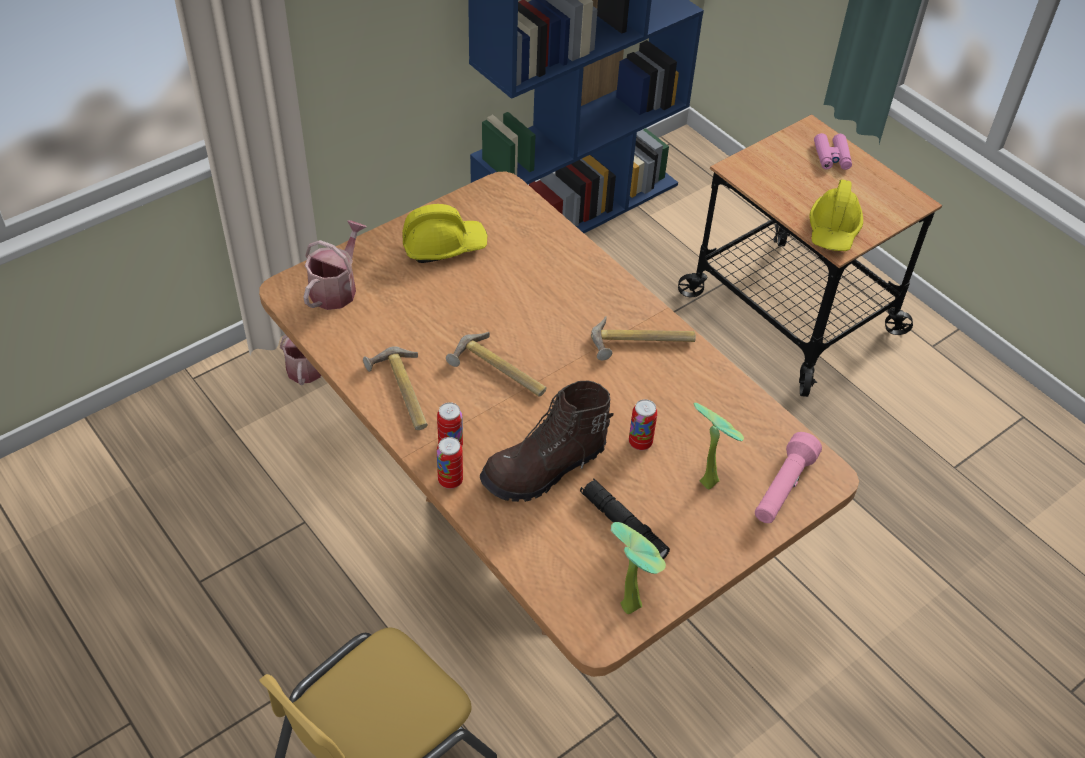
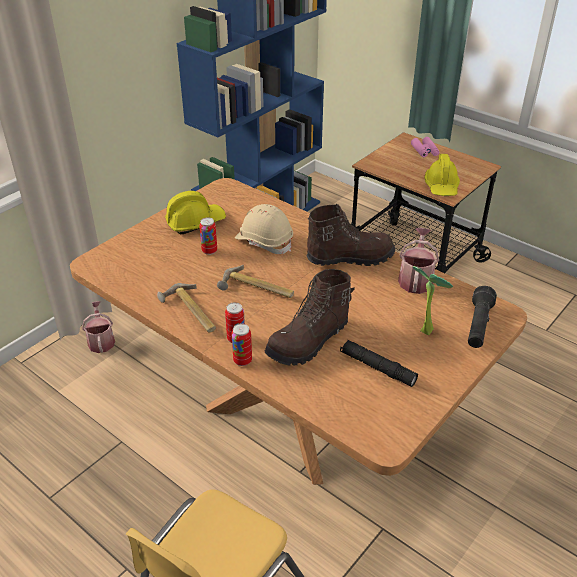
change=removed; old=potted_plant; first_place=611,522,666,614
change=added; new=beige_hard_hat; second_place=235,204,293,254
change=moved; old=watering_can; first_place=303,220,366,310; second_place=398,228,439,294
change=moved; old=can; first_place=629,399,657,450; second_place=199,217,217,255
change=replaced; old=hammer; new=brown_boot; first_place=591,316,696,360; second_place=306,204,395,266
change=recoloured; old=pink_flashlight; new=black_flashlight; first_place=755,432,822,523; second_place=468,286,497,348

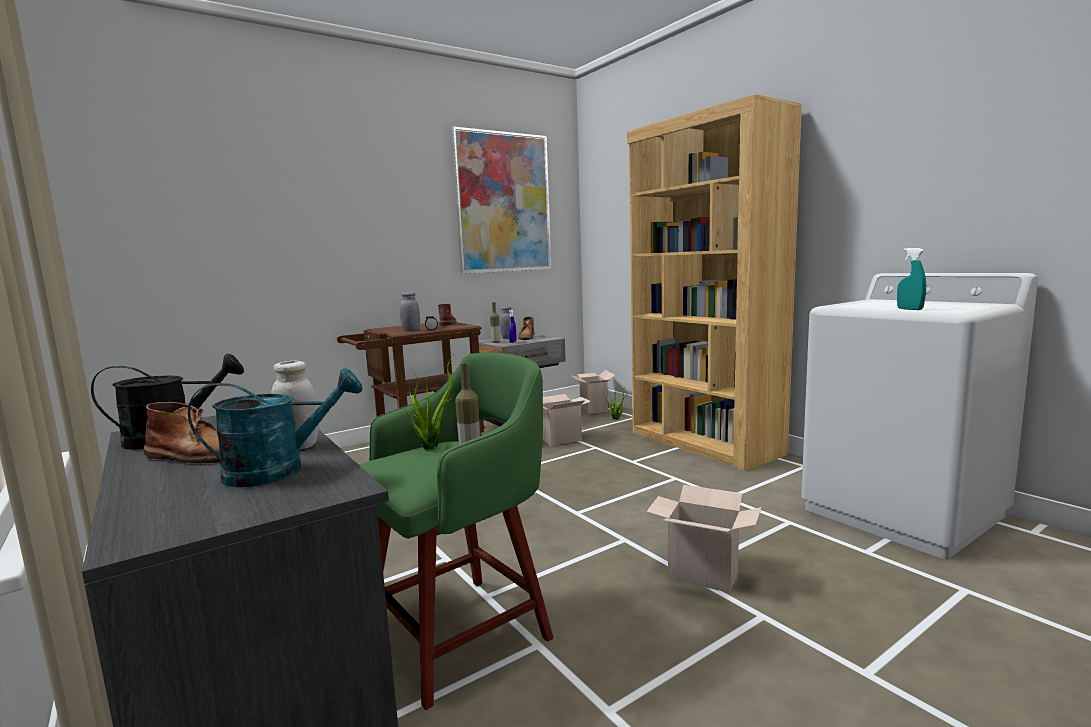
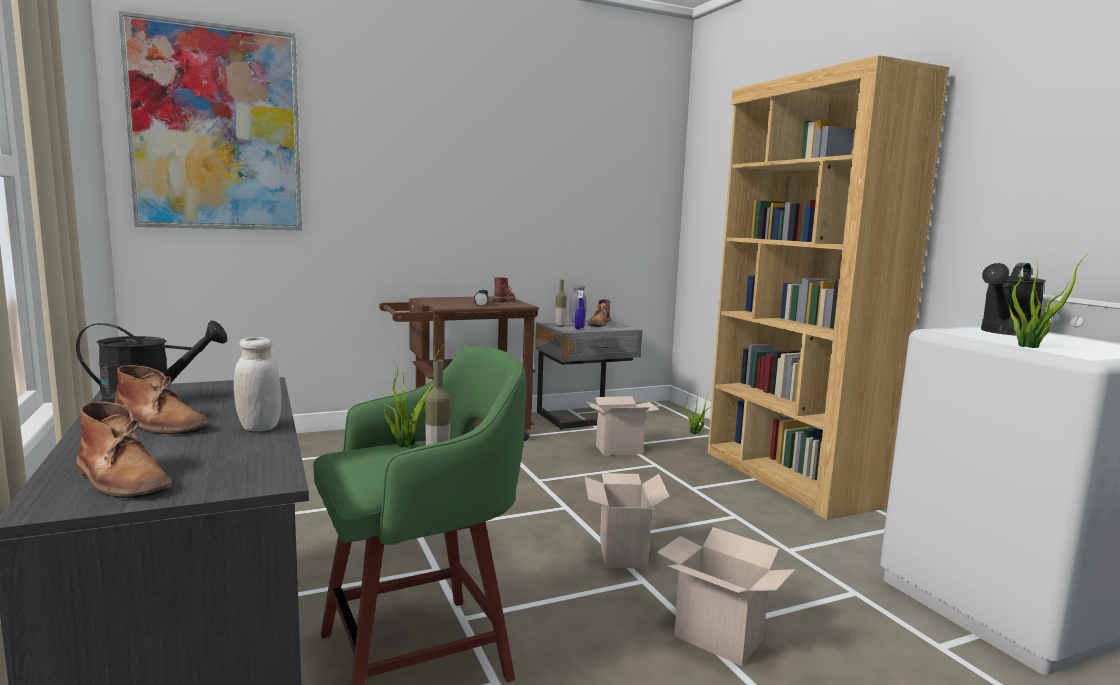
change=removed; old=turquoise_watering_can; first_place=188,368,363,487
change=removed; old=grey_jar; first_place=400,292,420,331
change=added; new=brown_boot; second_place=76,401,172,499
change=added; new=black_watering_can; second_place=981,263,1046,336
change=moved; old=picture; first_place=451,126,551,274; second_place=118,11,302,230
change=moved; old=cardboard_box; first_place=571,370,615,414; second_place=585,473,670,569
change=replaced; old=turquoise_spray_bottle; new=potted_plant; first_place=897,248,926,310; second_place=1009,253,1089,348

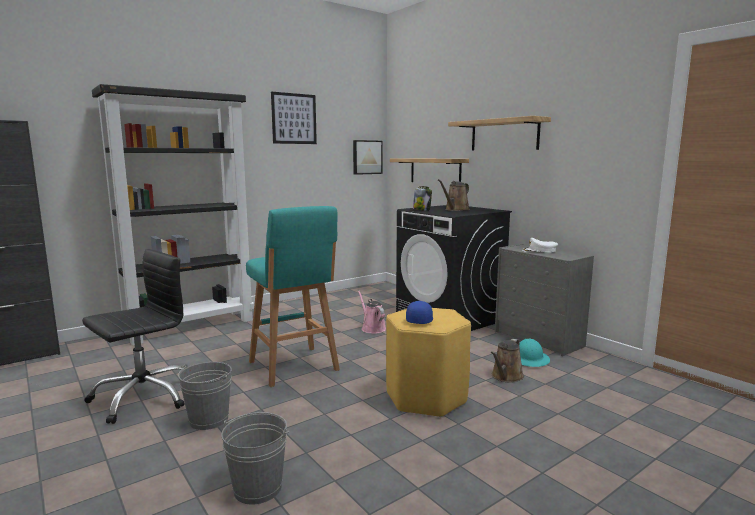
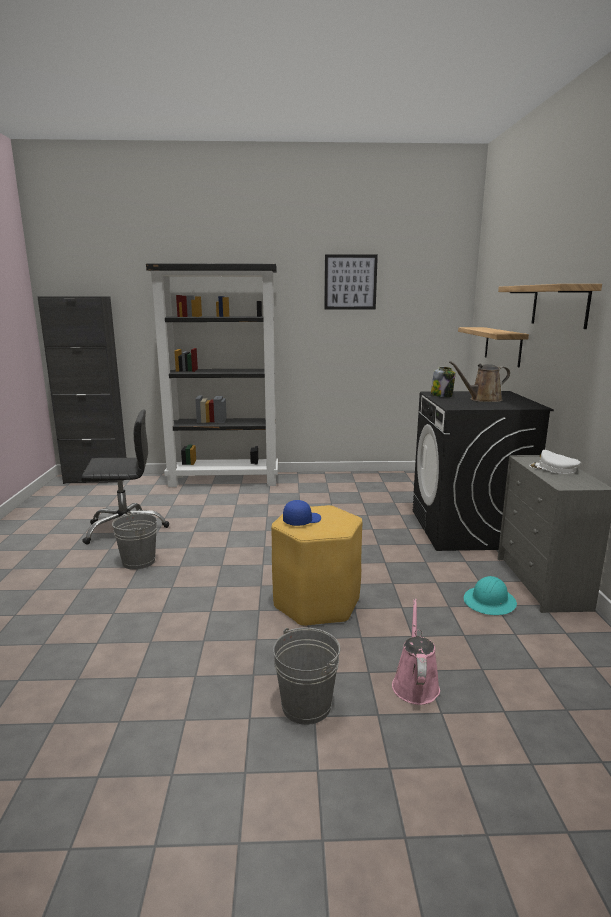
change=removed; old=turquoise_stool; first_place=246,206,340,387
change=removed; old=picture; first_place=353,140,383,175
change=removed; old=brown_watering_can; first_place=491,339,524,383
change=moved; old=grey_bucket; first_place=221,412,290,504; second_place=273,628,340,725
change=moved; old=pink_watering_can; first_place=358,290,386,333; second_place=392,598,440,705

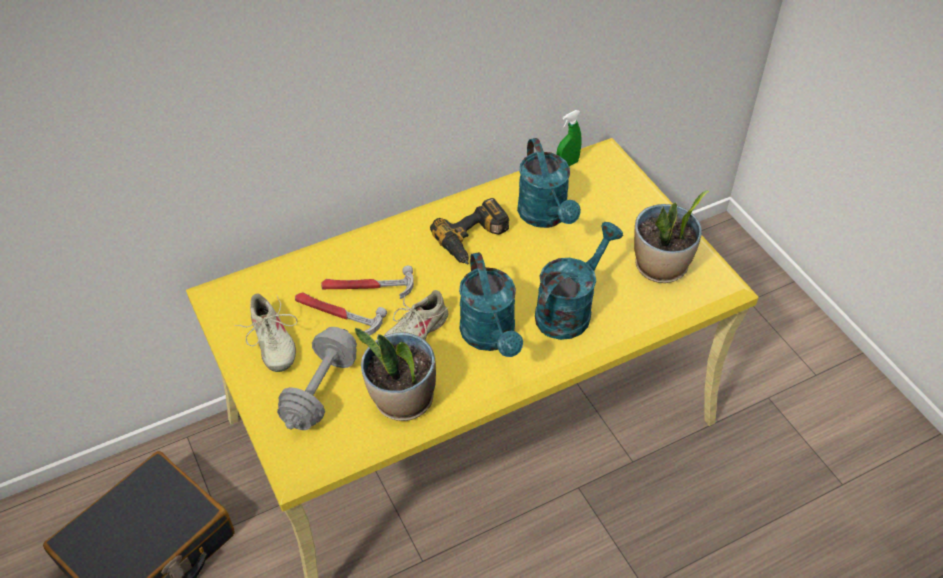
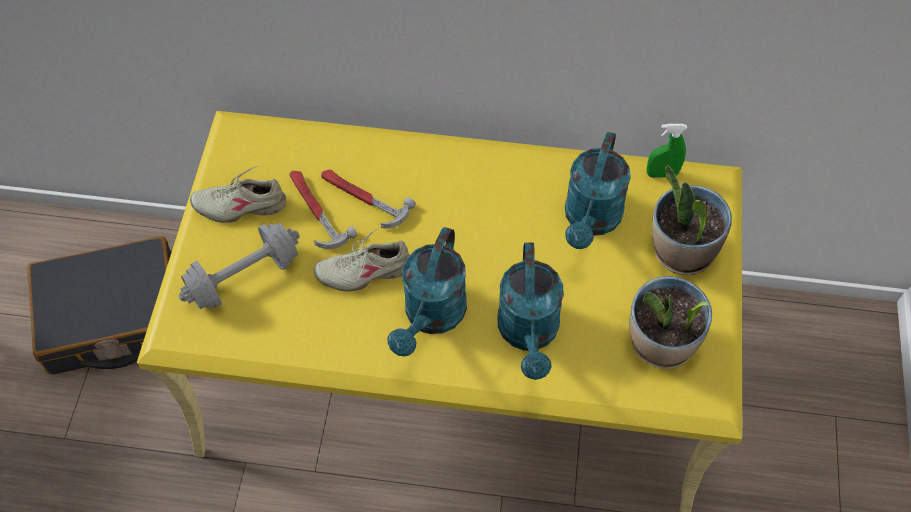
change=removed; old=power_drill; first_place=430,198,509,264
change=moved; old=potted_plant; first_place=355,328,436,421; second_place=652,165,732,275
change=turned; old=beige_shoe; first_place=234,293,297,372; second_place=190,166,287,222; degrees=75
change=turned; old=turquoise_watering_can; first_place=535,222,623,340; second_place=497,242,564,380; degrees=105

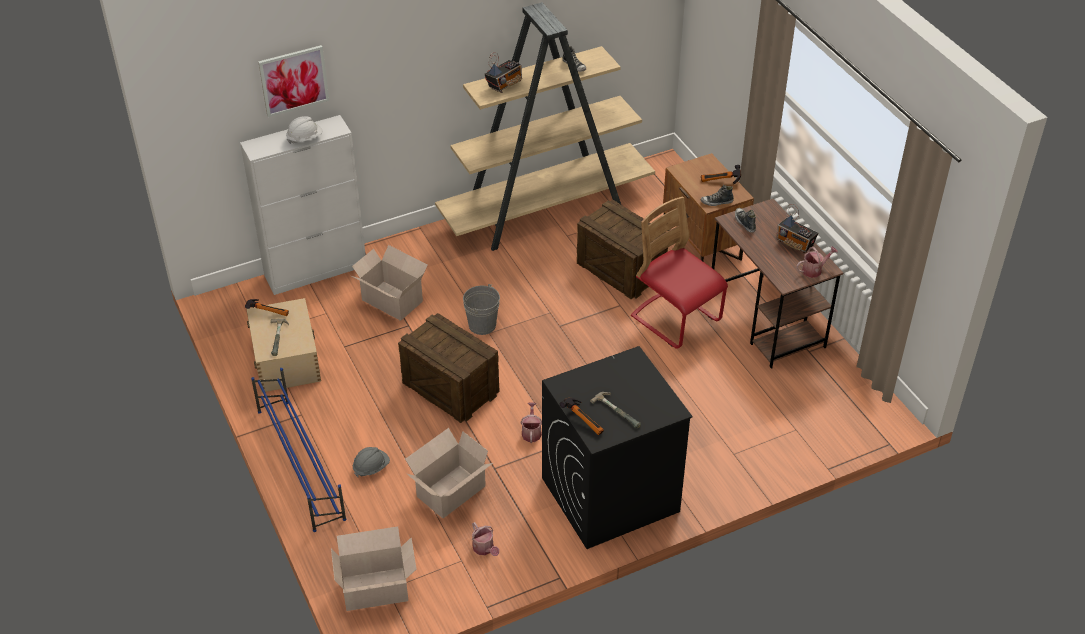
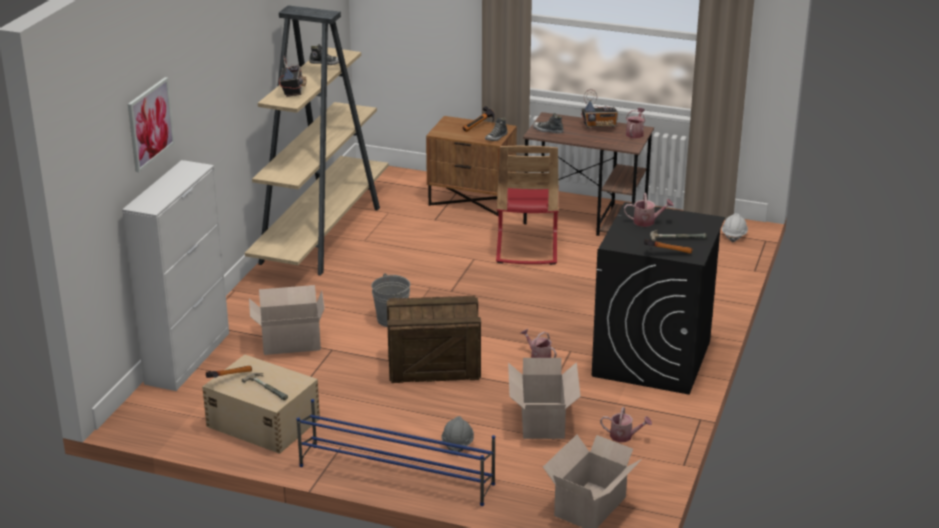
change=removed; old=crate; first_place=577,200,668,299
change=added; new=watering_can; second_place=624,193,674,227
change=moved; old=white_hard_hat; first_place=286,116,323,144; second_place=722,213,748,242
change=turned; old=red_chair; first_place=631,197,728,349; second_place=496,146,559,265; degrees=-90

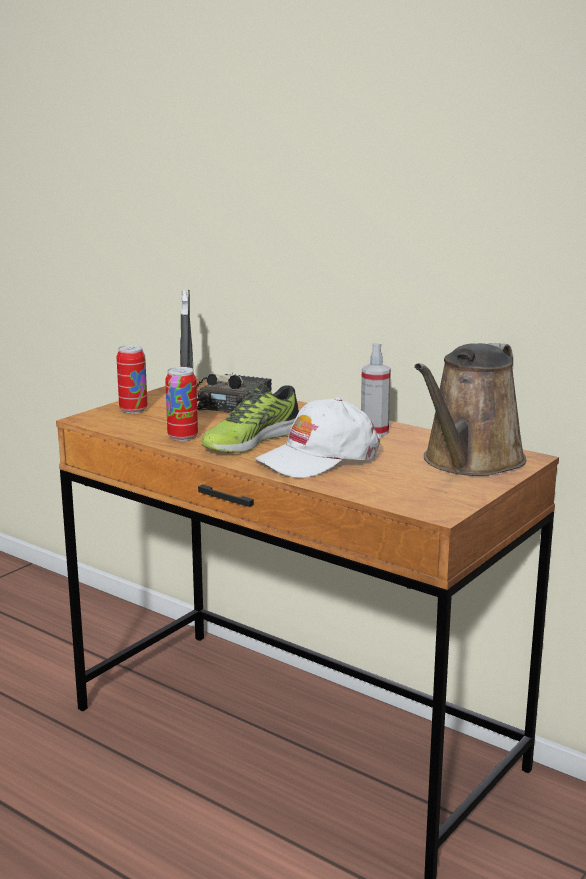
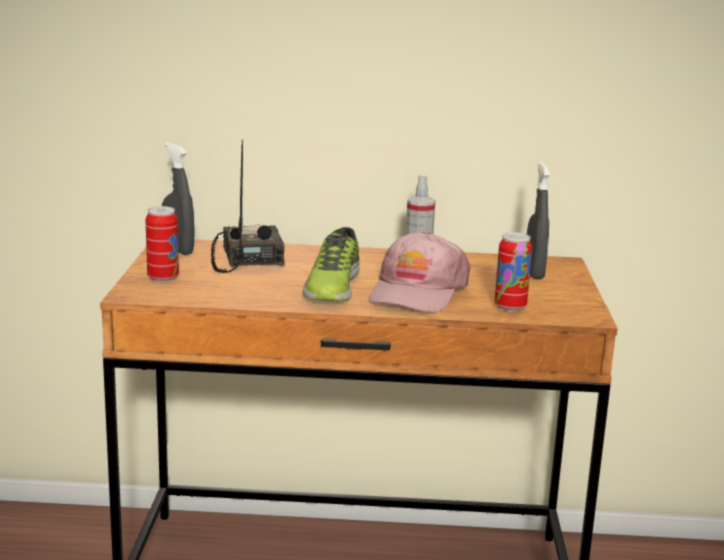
change=moved; old=can; first_place=165,367,198,441; second_place=495,232,532,311
change=replaced; old=brown_watering_can; new=grey_spray_bottle; first_place=414,343,526,476; second_place=527,162,550,279
change=recoloured; old=white_cap; new=pink_cap; first_place=255,397,380,478; second_place=368,231,470,312

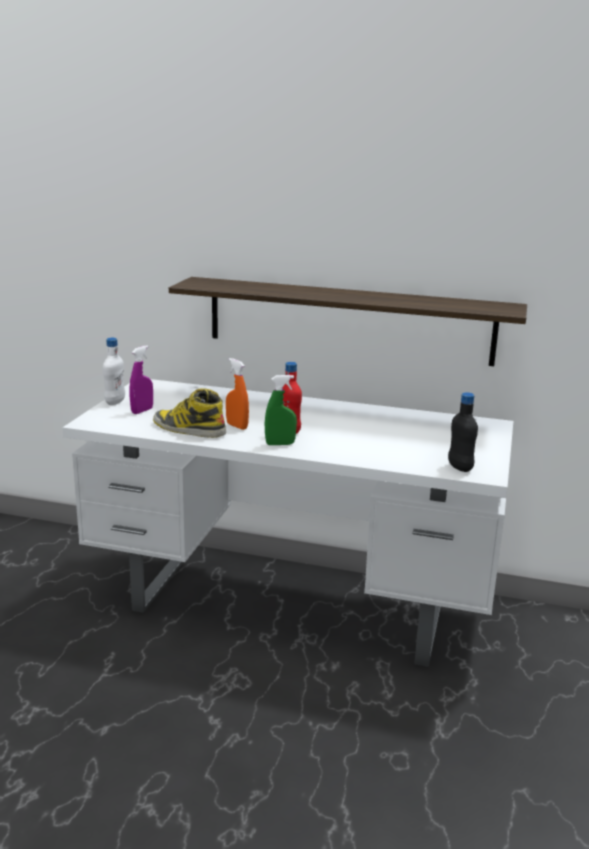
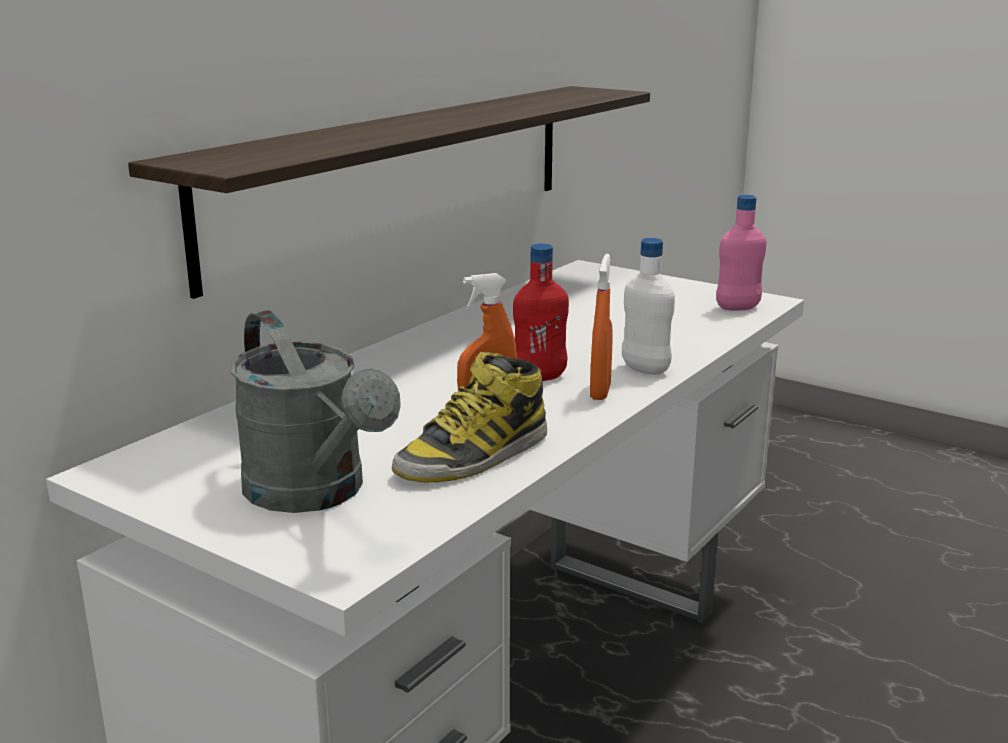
change=moved; old=white_bottle; first_place=103,338,125,405; second_place=622,238,675,375
change=replaced; old=purple_spray_bottle; new=grey_watering_can; first_place=129,345,153,414; second_place=231,310,401,513
change=recoloured; old=green_spray_bottle; new=orange_spray_bottle; first_place=265,375,297,445; second_place=590,254,613,400
change=recoloured; old=black_bottle; new=pink_bottle; first_place=448,392,478,472; second_place=716,195,766,311

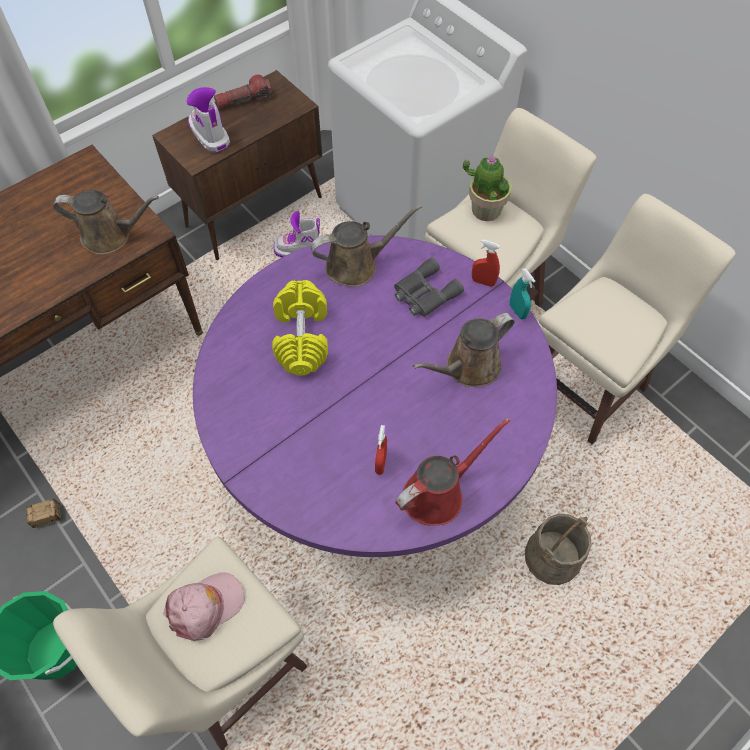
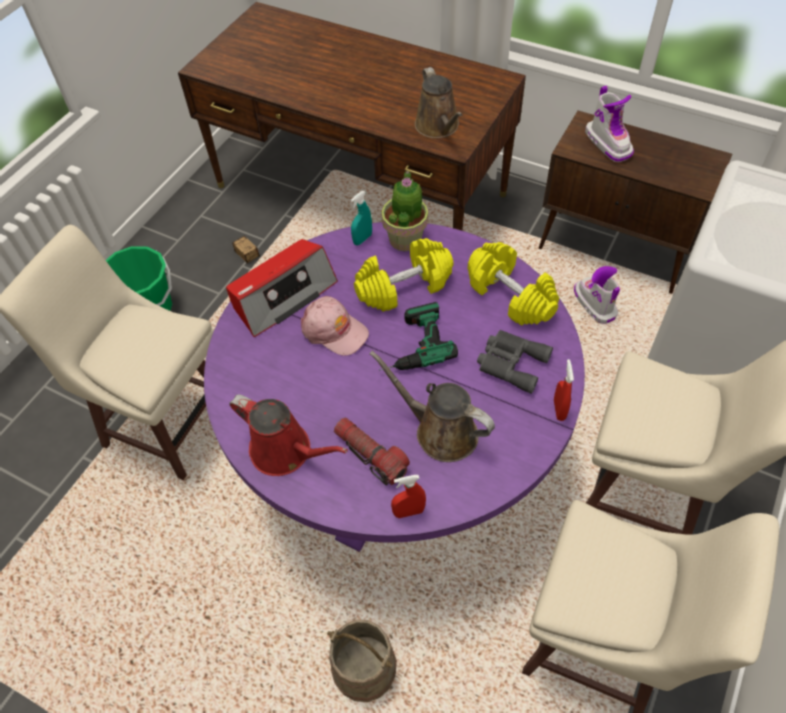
change=added; new=radio; second_place=226,239,338,337
change=added; new=power_drill; second_place=380,302,458,370
change=moved; old=pink_cap; first_place=163,572,245,641; second_place=301,296,369,356
change=moved; old=flashlight; first_place=214,75,272,108; second_place=334,418,410,485
change=moved; old=red_spray_bottle; first_place=375,425,387,475; second_place=391,475,426,518
change=moved; old=potted_plant; first_place=463,156,512,221; second_place=381,170,428,251
change=moved; old=turquoise_spray_bottle; first_place=510,268,535,320; second_place=351,191,372,245
change=replaced; old=brown_watering_can; new=yellow_dumbbell; first_place=311,205,422,287; second_place=468,242,559,326
change=turned; old=boot; first_place=187,87,230,152; second_place=585,86,634,162; degrees=120

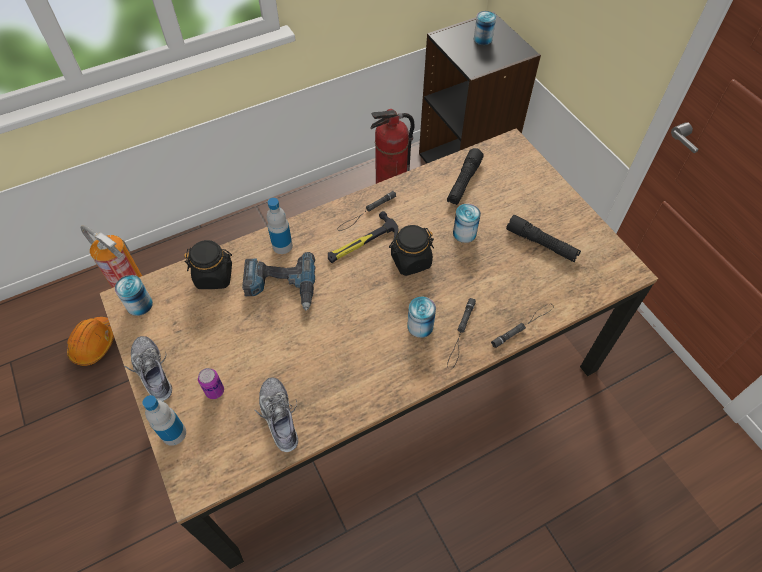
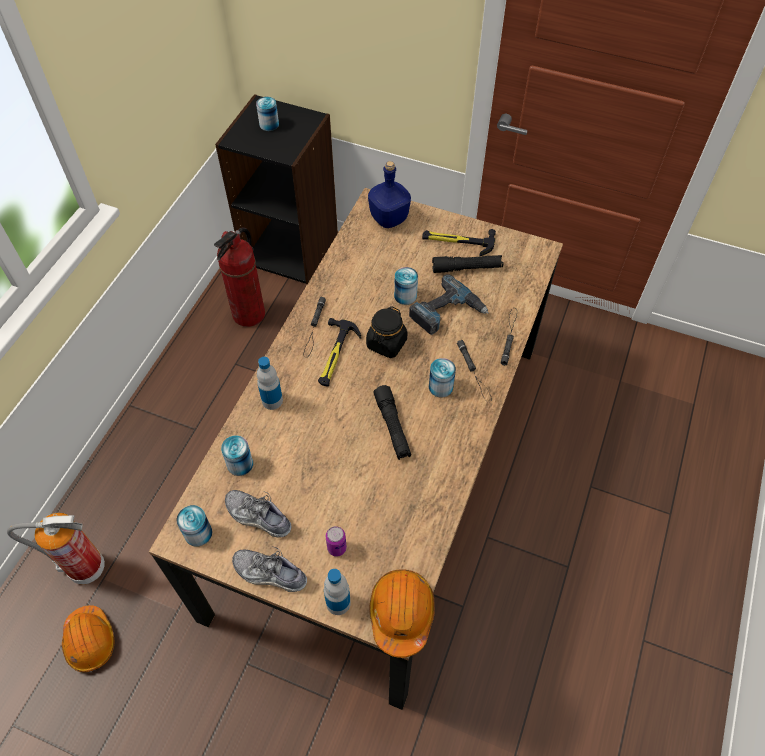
change=added; new=blue_bottle; second_place=368,161,411,228
change=added; new=orange_hard_hat; second_place=369,569,435,658
change=added; new=hammer; second_place=422,229,496,256
change=moved; old=power_drill; first_place=242,252,315,311; second_place=409,274,488,335
change=moved; old=shoe; first_place=254,377,298,452; second_place=225,490,292,537
change=moved; old=black_flashlight; first_place=447,148,484,205; second_place=373,385,411,460
change=replaced; old=black_jar; new=can; first_place=184,240,232,289; second_place=221,435,253,476

